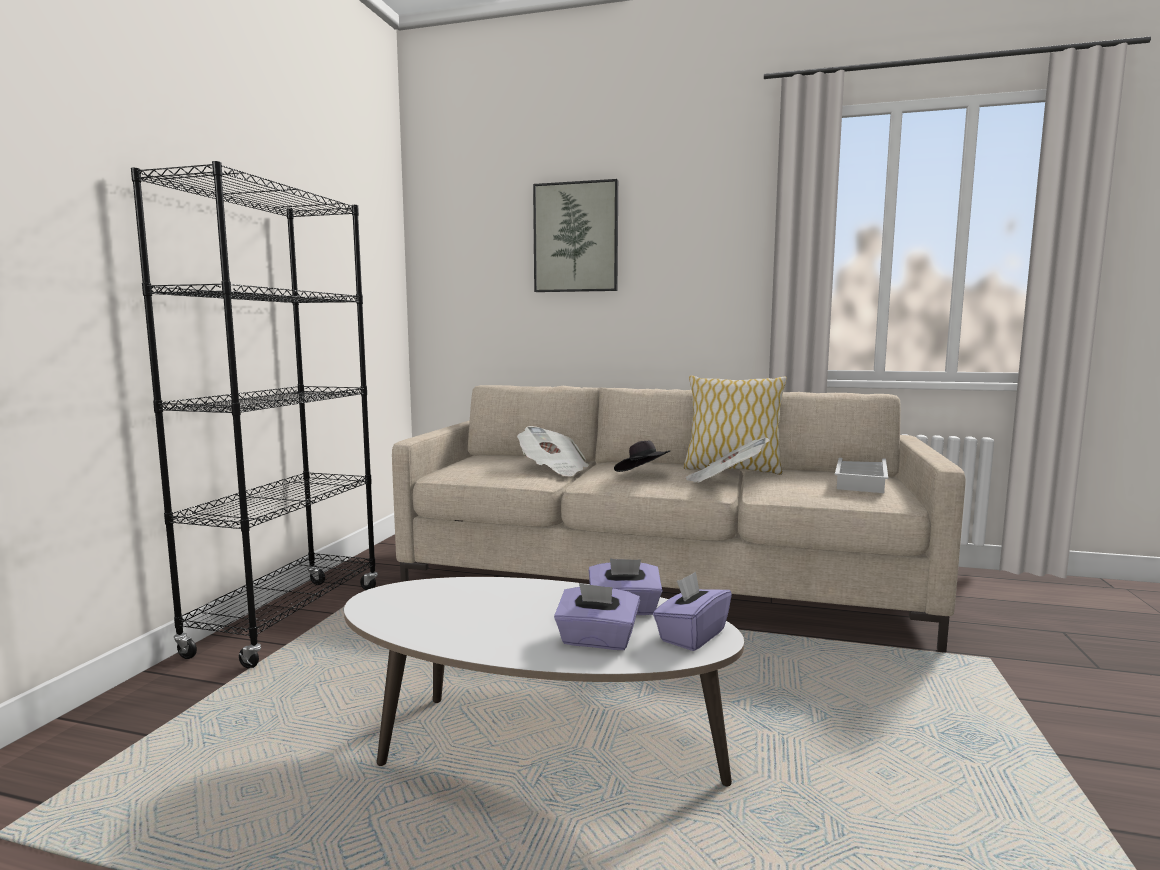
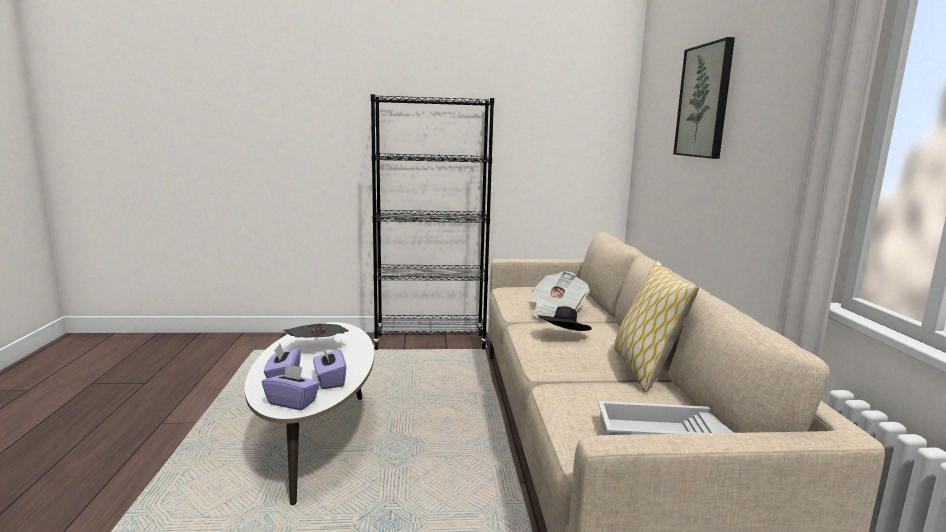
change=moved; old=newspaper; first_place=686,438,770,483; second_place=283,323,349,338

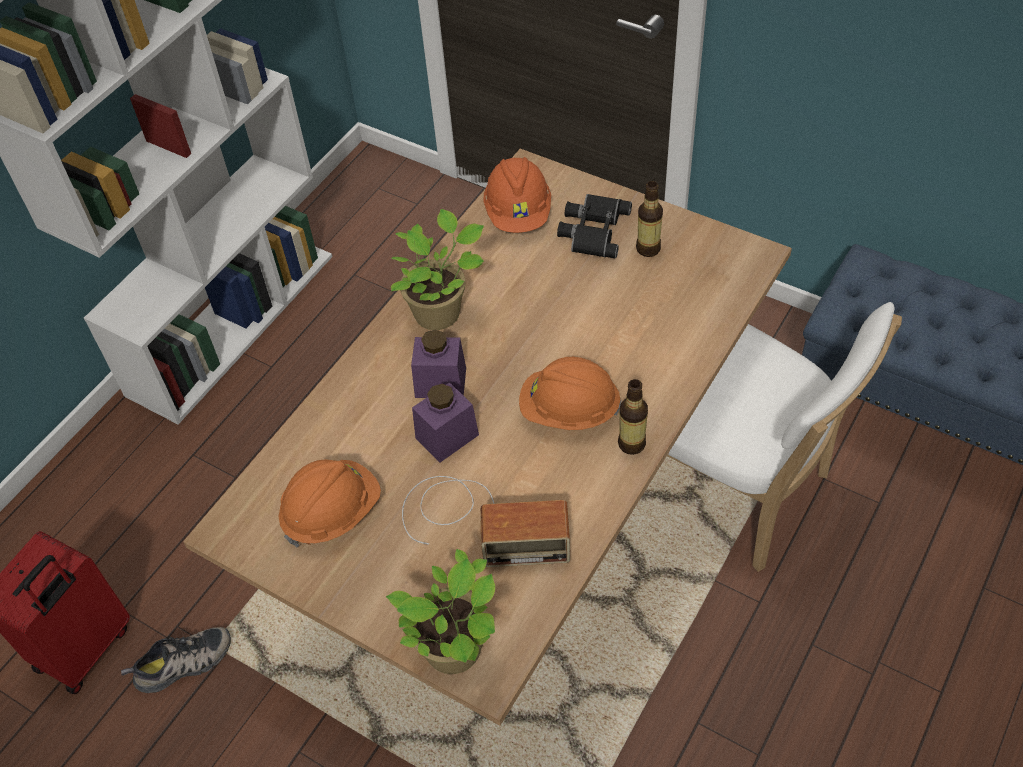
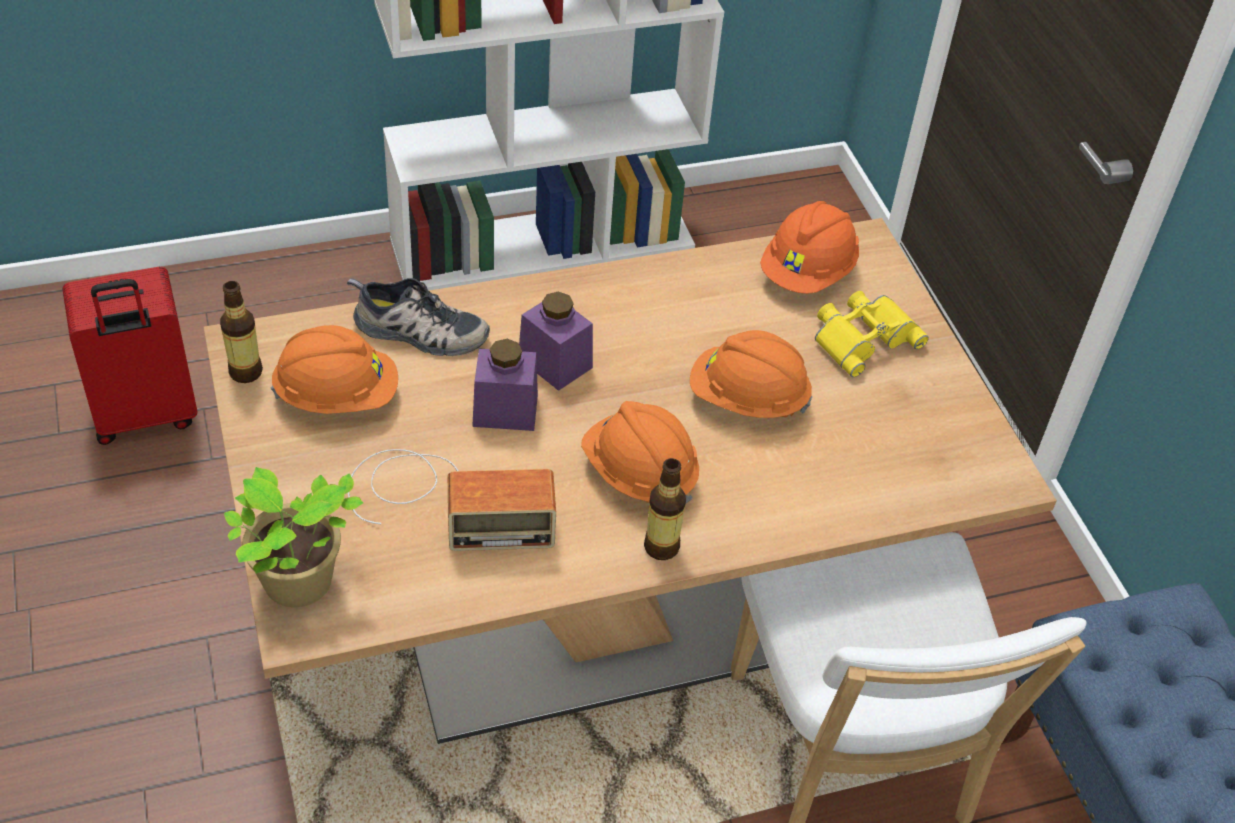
change=removed; old=potted_plant; first_place=391,209,484,330
change=added; new=orange_hard_hat; second_place=690,330,812,418
change=moved; old=shoe; first_place=121,627,231,693; second_place=347,278,490,356
change=moved; old=bottle; first_place=636,181,663,257; second_place=220,281,263,383
change=recoloured; old=black_binoculars; new=yellow_binoculars; first_place=557,194,632,259; second_place=815,291,929,377
change=turned; old=radio; first_place=402,476,570,567; second_place=348,449,556,551; degrees=-45

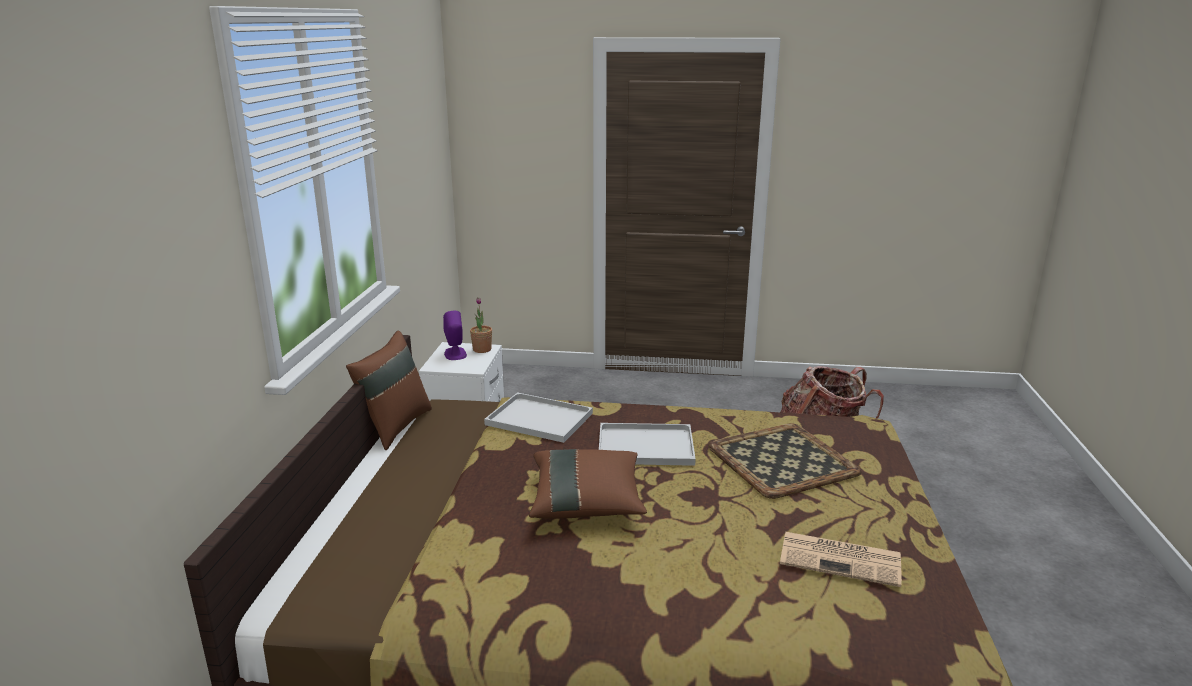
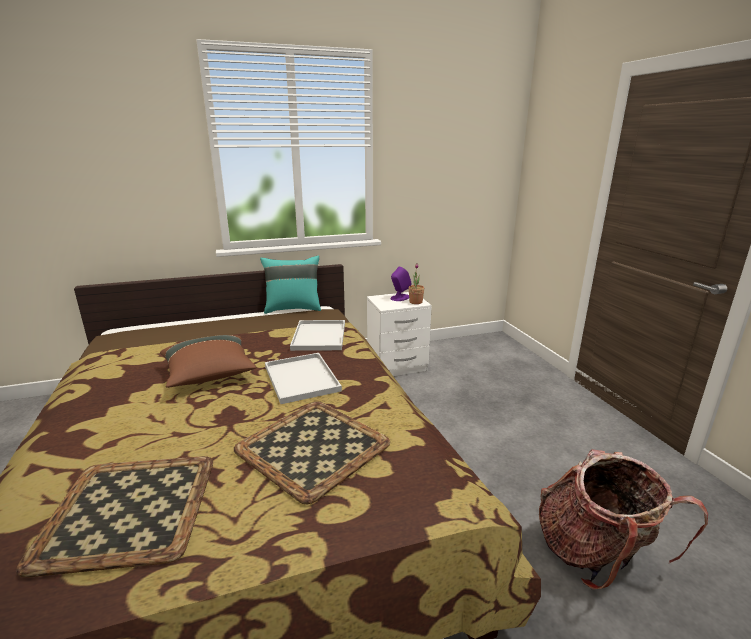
change=replaced; old=newspaper; new=tray; first_place=780,532,902,587; second_place=16,456,213,578
change=recoloured; old=brown_pillow; new=turquoise_pillow; first_place=346,331,432,450; second_place=260,256,321,314

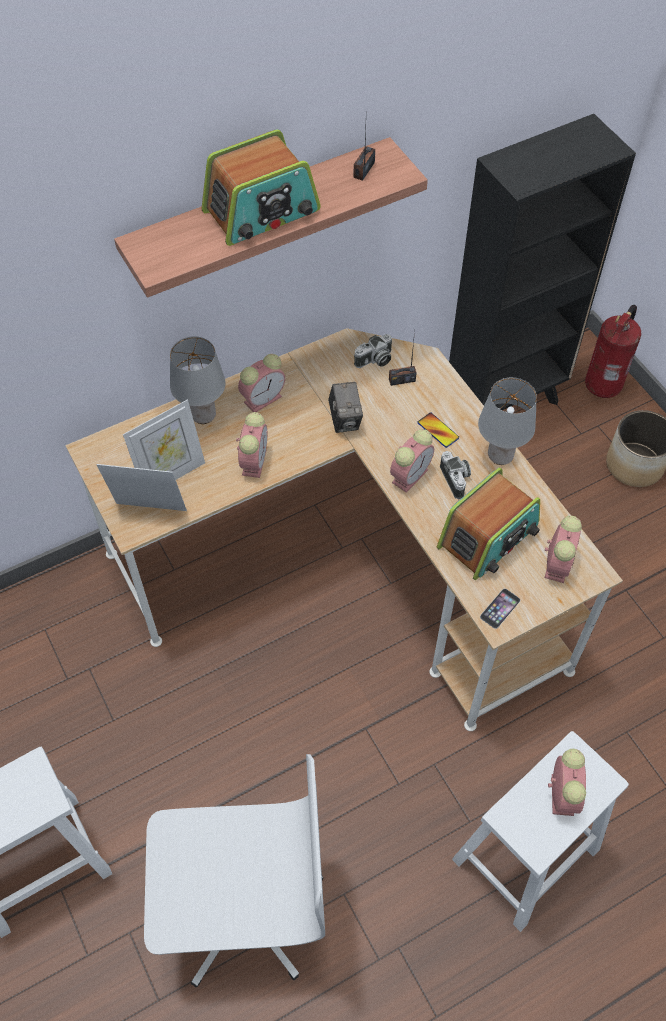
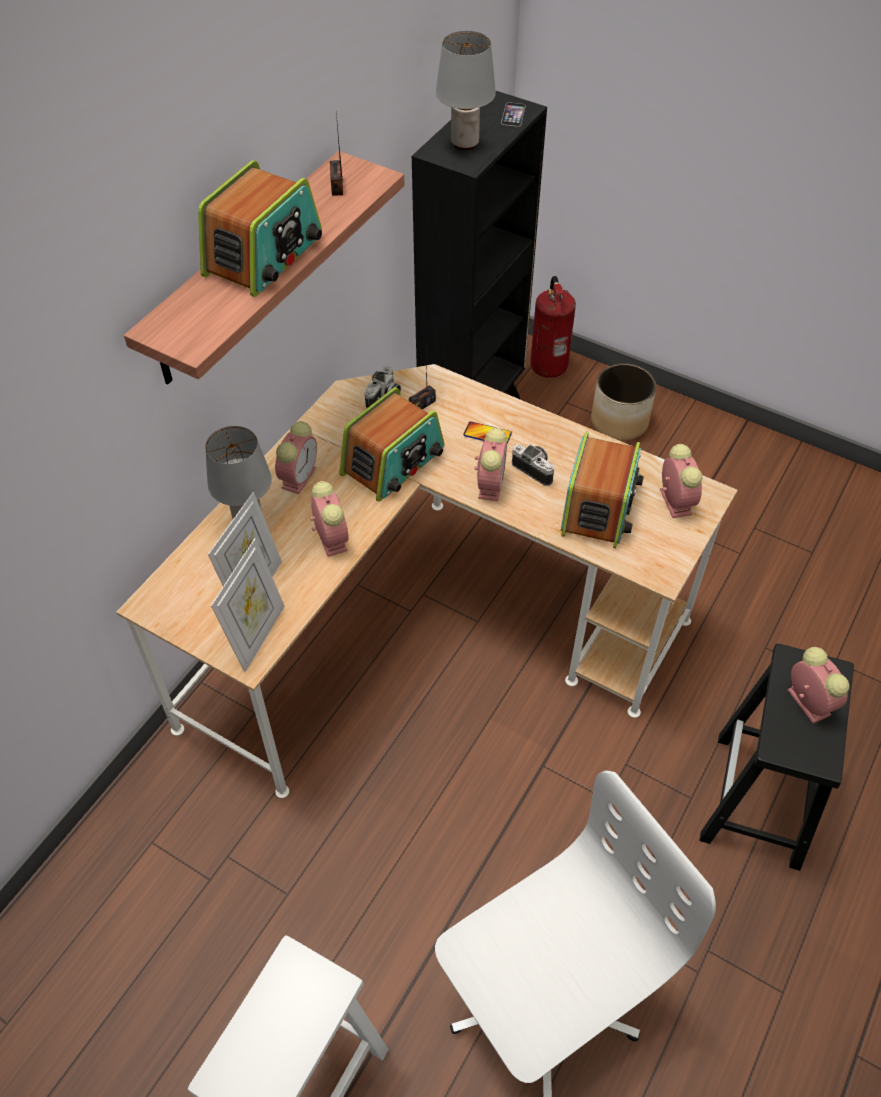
change=moved; old=grey_table_lamp; first_place=478,377,537,465; second_place=436,31,496,150
change=moved; old=phone; first_place=480,589,520,629; second_place=501,102,526,127
change=replaced; old=photo_camera; new=radio; first_place=328,382,363,433; second_place=339,387,444,502
change=recoloured; old=white_stool; new=black_stool; first_place=452,731,629,932; second_place=699,644,854,871
change=turned; old=picture_frame; first_place=97,464,187,511; second_place=211,538,285,672; degrees=135

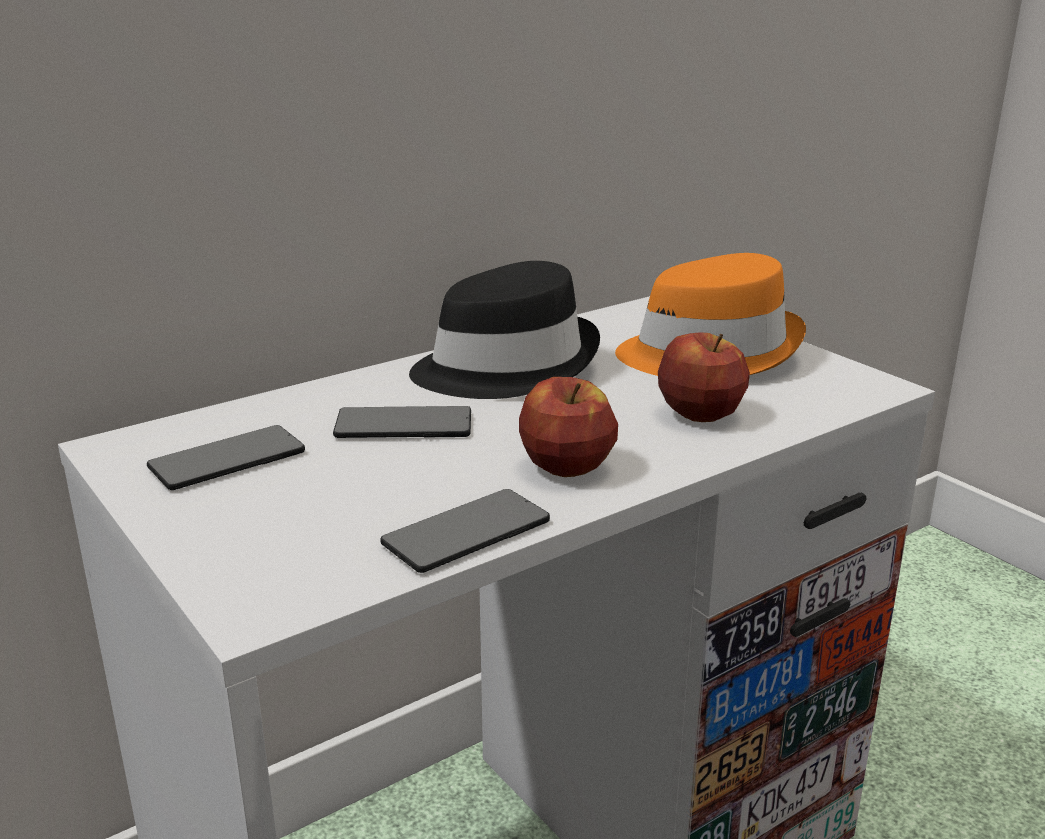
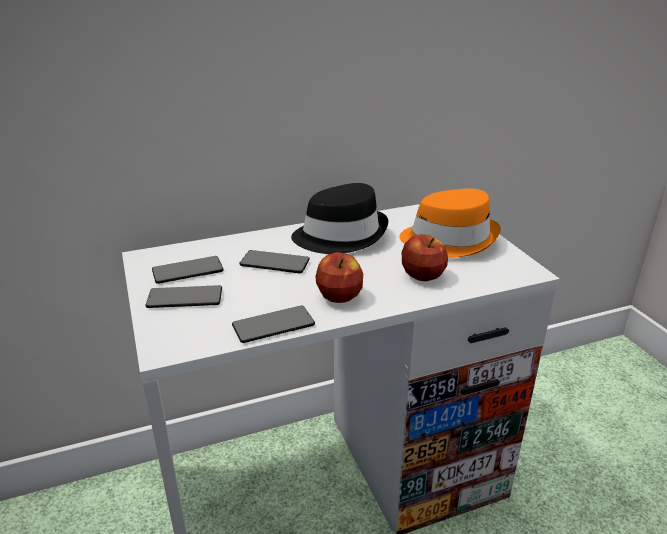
change=added; new=phone; second_place=146,285,222,308

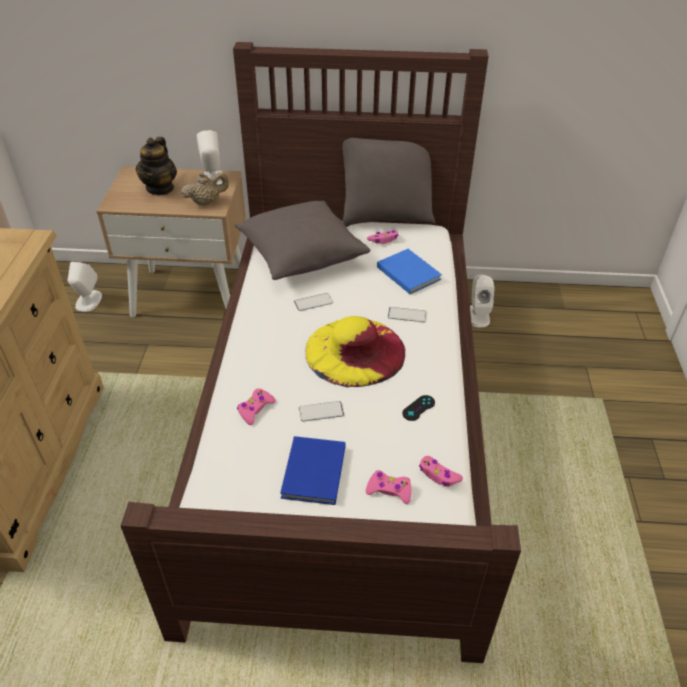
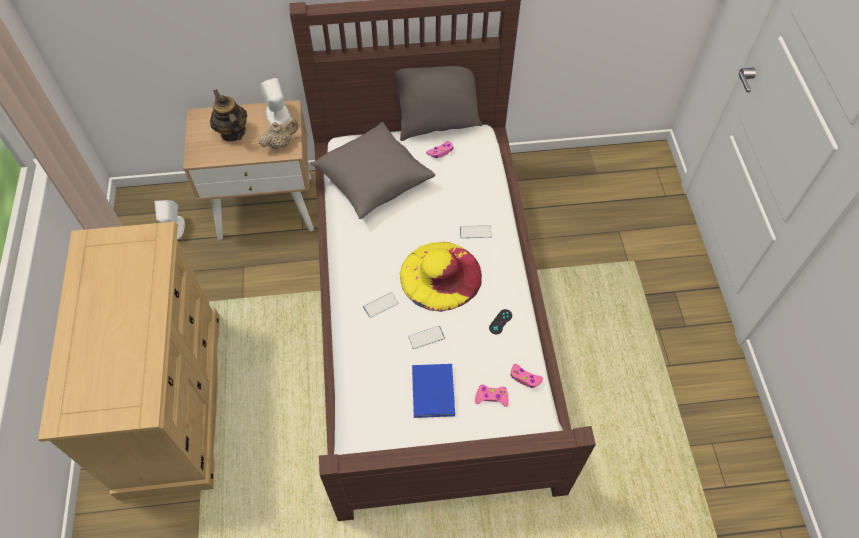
change=removed; old=pink_game_controller; first_place=237,388,276,425
change=removed; old=blue_book; first_place=377,249,442,294
change=removed; old=white_speaker; first_place=470,274,495,327
change=moved; old=phone; first_place=294,293,333,311; second_place=363,292,398,318
change=turned; old=teapot; first_place=135,137,177,195; second_place=210,89,247,142; degrees=150

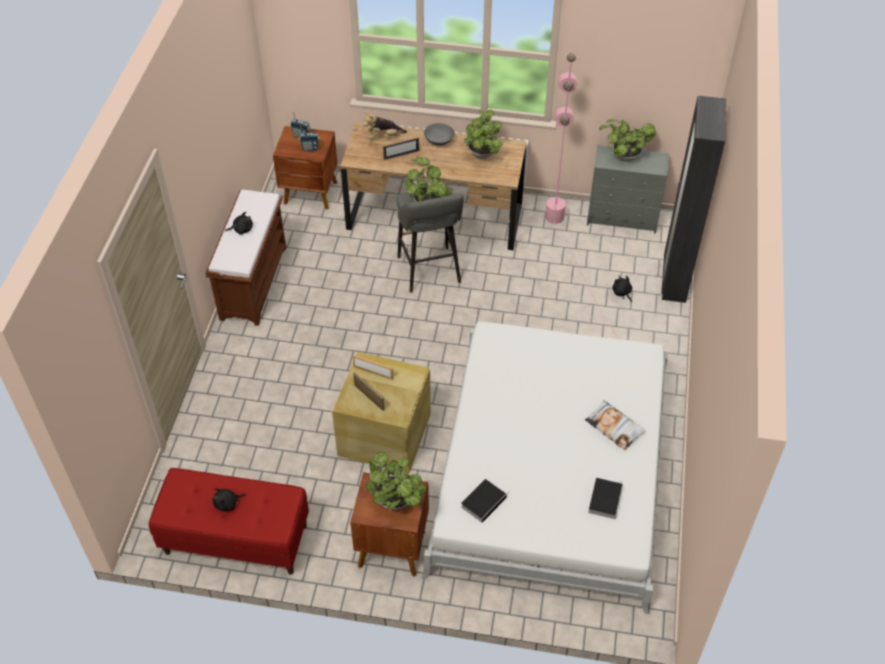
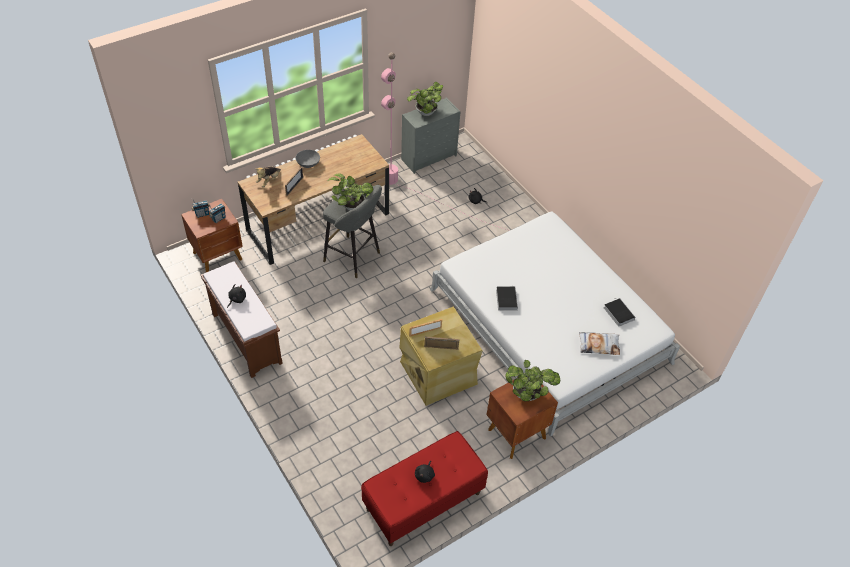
change=removed; old=potted_plant; first_place=464,110,503,159
change=removed; old=black_wardrobe; first_place=661,96,726,303
change=moved; old=book; first_place=461,479,509,523; second_place=496,286,518,310
change=moved; old=pillow; first_place=585,400,645,450; second_place=579,332,620,355

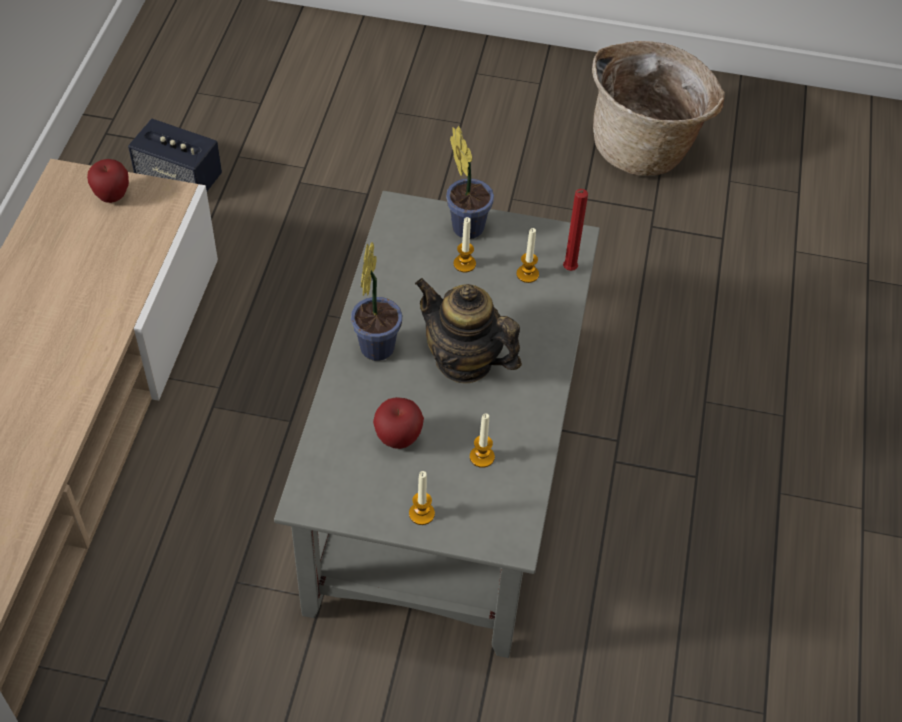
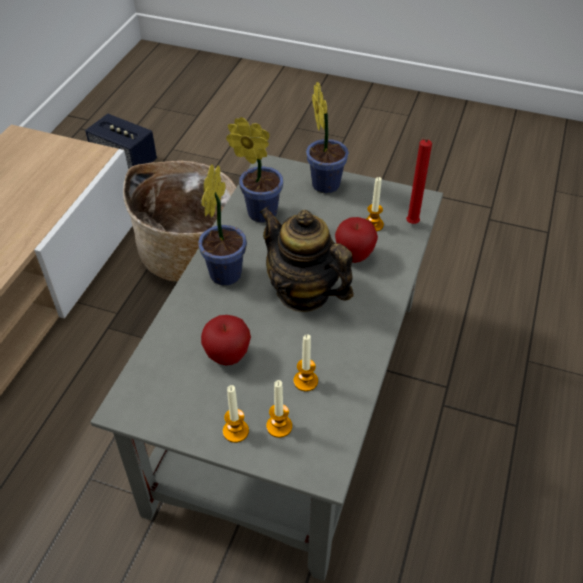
change=added; new=potted_plant; second_place=226,117,283,223
change=moved; old=apple; first_place=87,159,129,203; second_place=335,217,378,263
change=moved; old=candle; first_place=454,217,476,273; second_place=266,380,292,438
change=moved; old=basket; first_place=592,41,725,176; second_place=123,160,236,282

